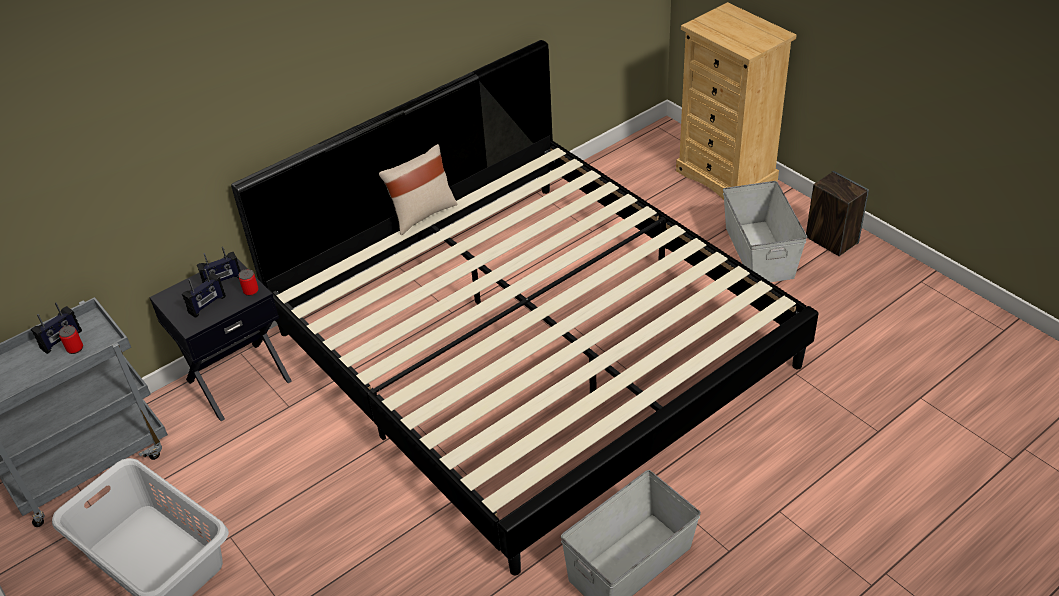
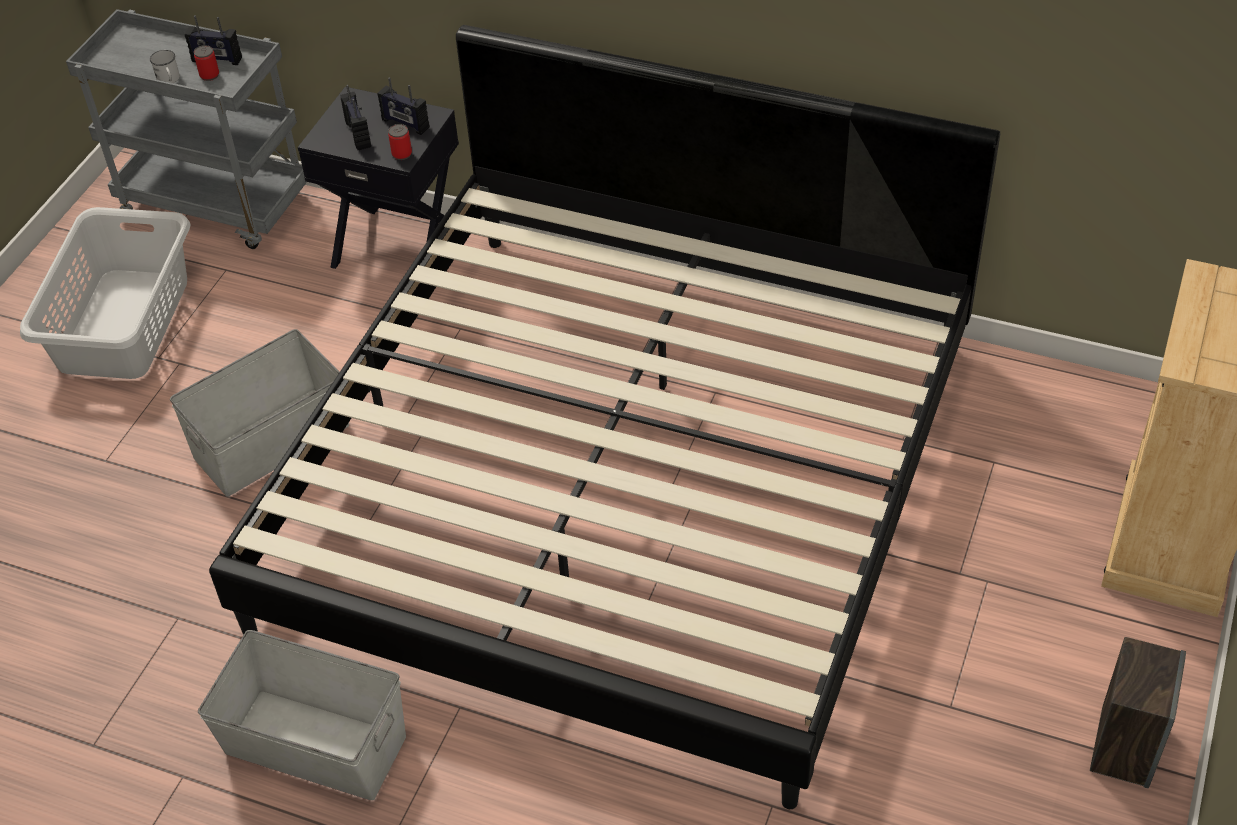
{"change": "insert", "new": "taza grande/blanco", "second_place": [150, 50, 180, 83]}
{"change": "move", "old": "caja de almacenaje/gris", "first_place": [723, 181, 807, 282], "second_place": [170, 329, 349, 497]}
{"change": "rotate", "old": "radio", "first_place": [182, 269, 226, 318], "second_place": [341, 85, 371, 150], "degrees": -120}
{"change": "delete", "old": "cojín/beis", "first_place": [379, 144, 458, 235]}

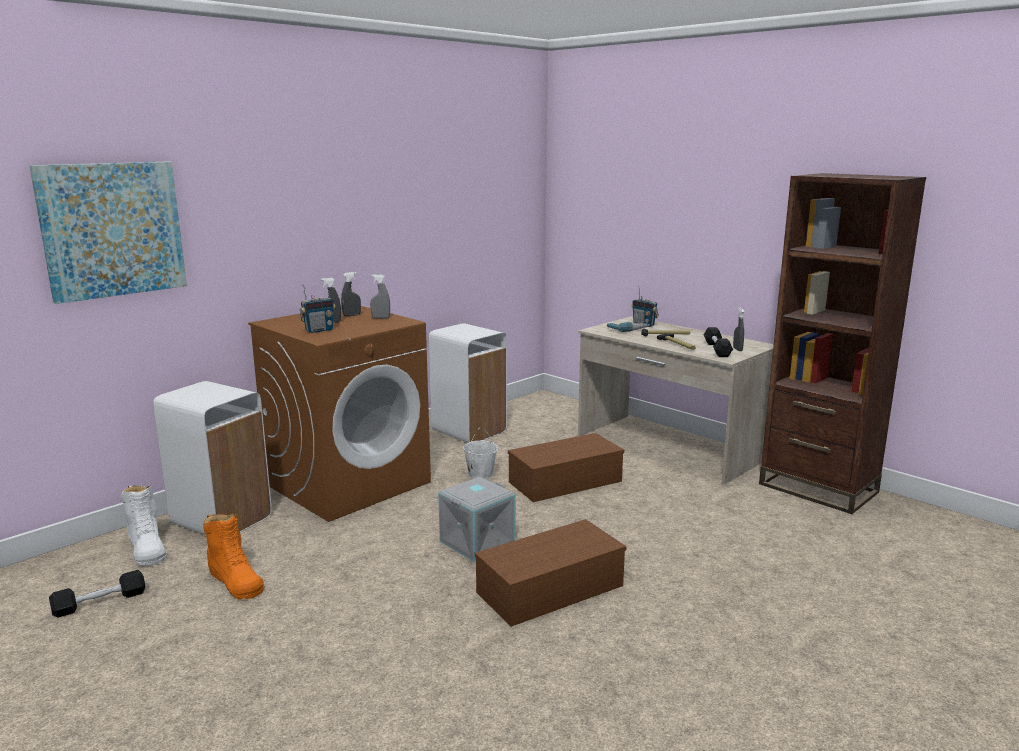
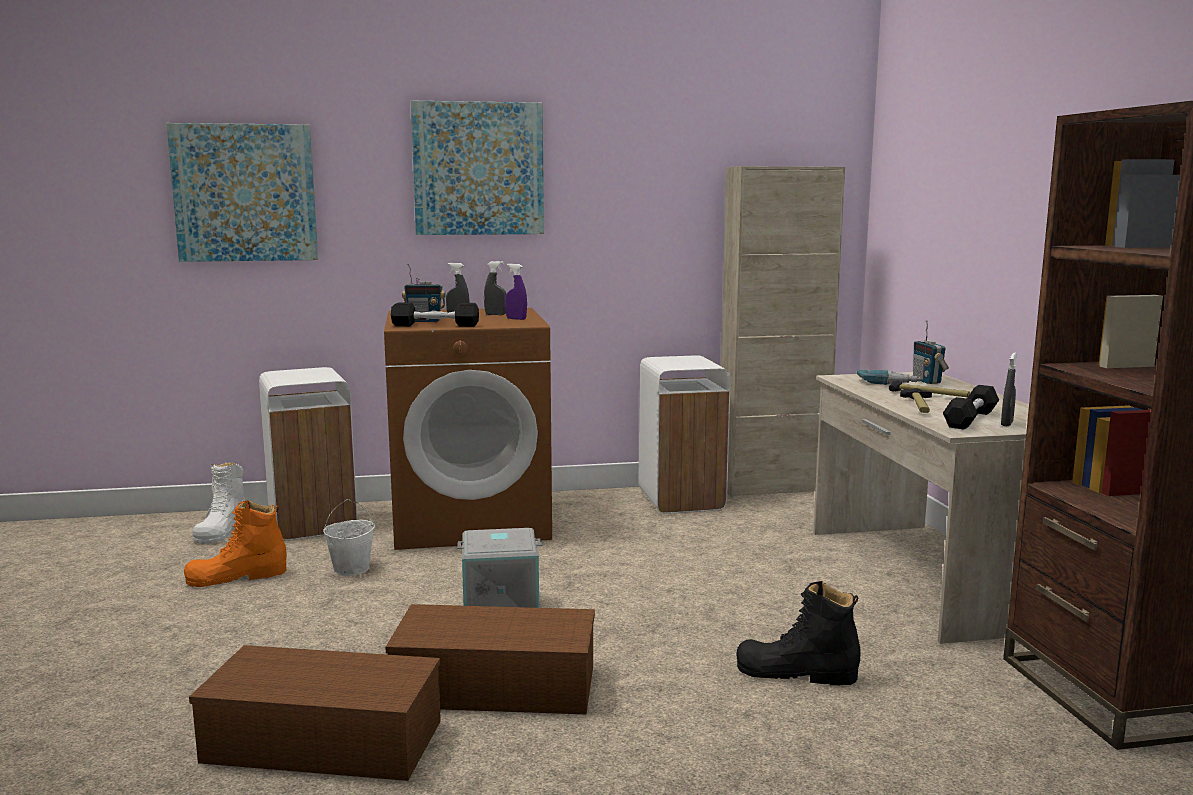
{"change": "rotate", "old": "bota/naranja", "first_place": [203, 513, 264, 600], "second_place": [184, 500, 287, 587], "degrees": 75}
{"change": "move", "old": "caja de almacenaje/marrón", "first_place": [508, 433, 624, 502], "second_place": [189, 645, 441, 781]}
{"change": "move", "old": "cubo/blanco", "first_place": [463, 428, 498, 479], "second_place": [323, 499, 375, 576]}
{"change": "move", "old": "mancuerna/negro", "first_place": [49, 570, 145, 618], "second_place": [391, 302, 479, 327]}
{"change": "insert", "new": "cuadro", "second_place": [411, 101, 544, 235]}
{"change": "recolor", "old": "pulverizador/gris", "new": "pulverizador/morado", "first_place": [370, 274, 390, 319], "second_place": [505, 263, 527, 320]}
{"change": "insert", "new": "armario/beis", "second_place": [721, 166, 845, 498]}
{"change": "insert", "new": "bota/negro", "second_place": [736, 581, 861, 685]}

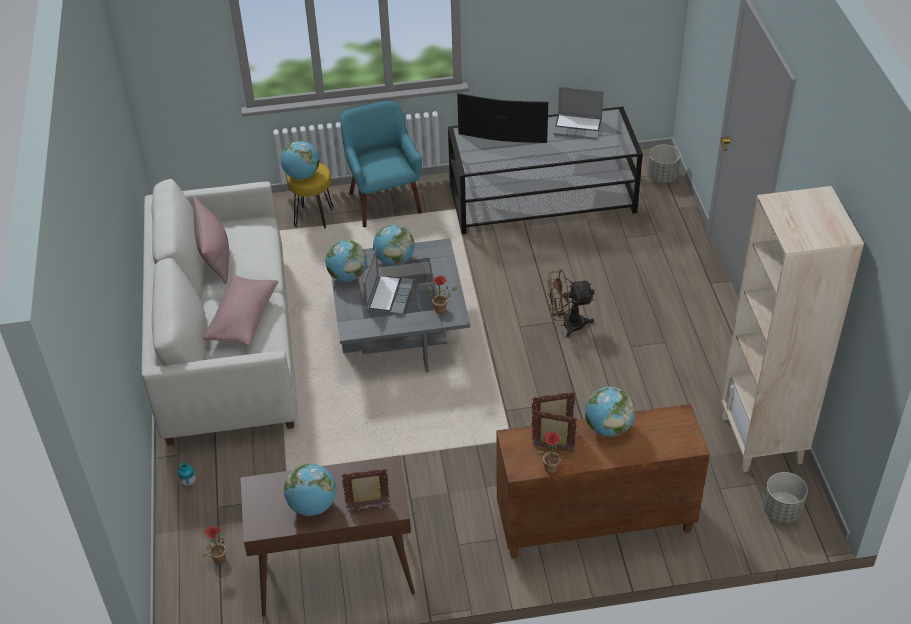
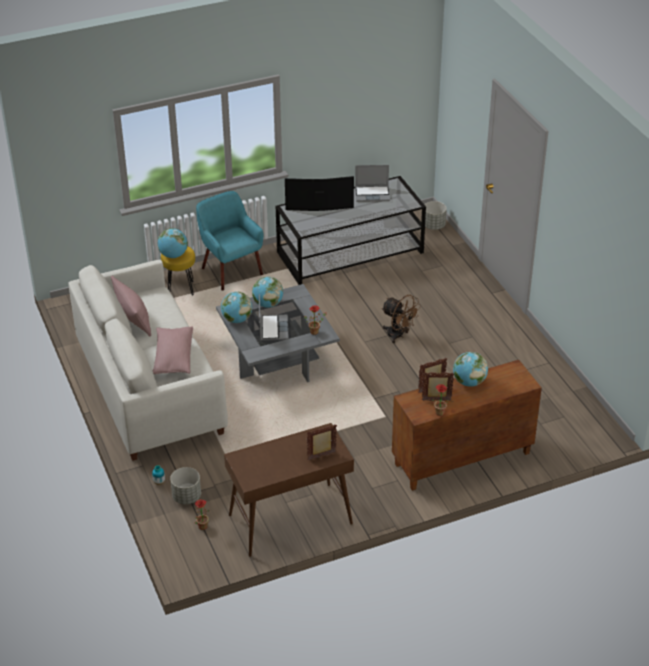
{"change": "move", "old": "maceta/gris", "first_place": [763, 472, 808, 523], "second_place": [170, 467, 201, 504]}
{"change": "rotate", "old": "ventilador/marrón", "first_place": [547, 270, 595, 338], "second_place": [381, 295, 421, 343], "degrees": -120}
{"change": "delete", "old": "globo terráqueo", "first_place": [284, 464, 337, 516]}
{"change": "delete", "old": "estantería/beis", "first_place": [721, 186, 864, 472]}

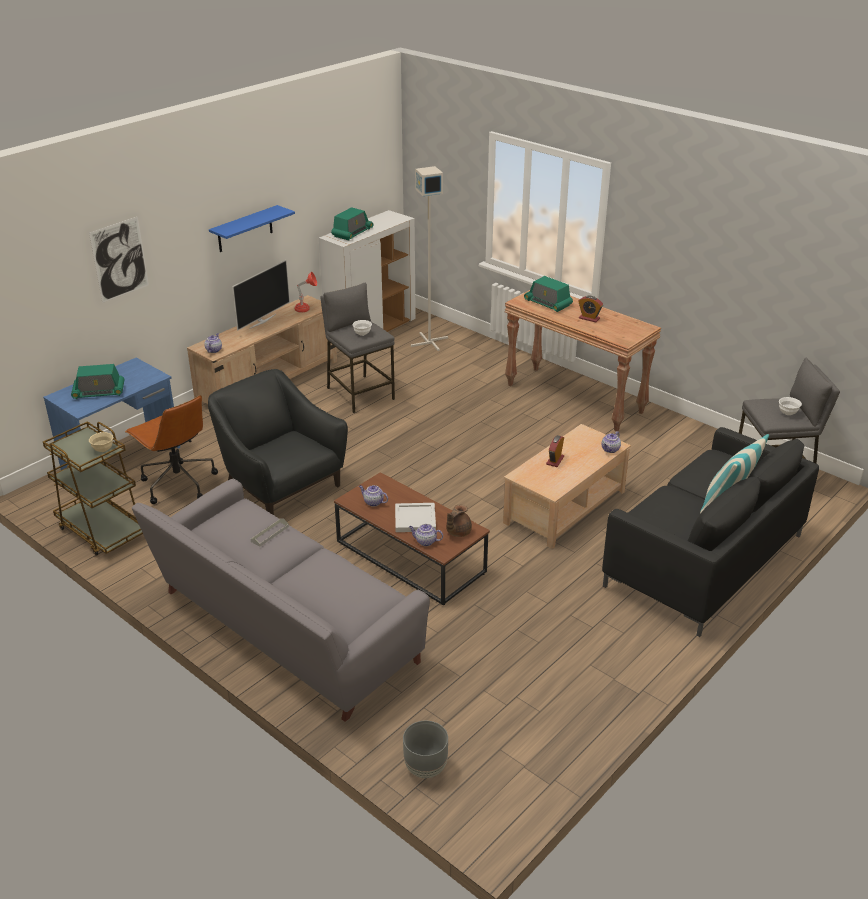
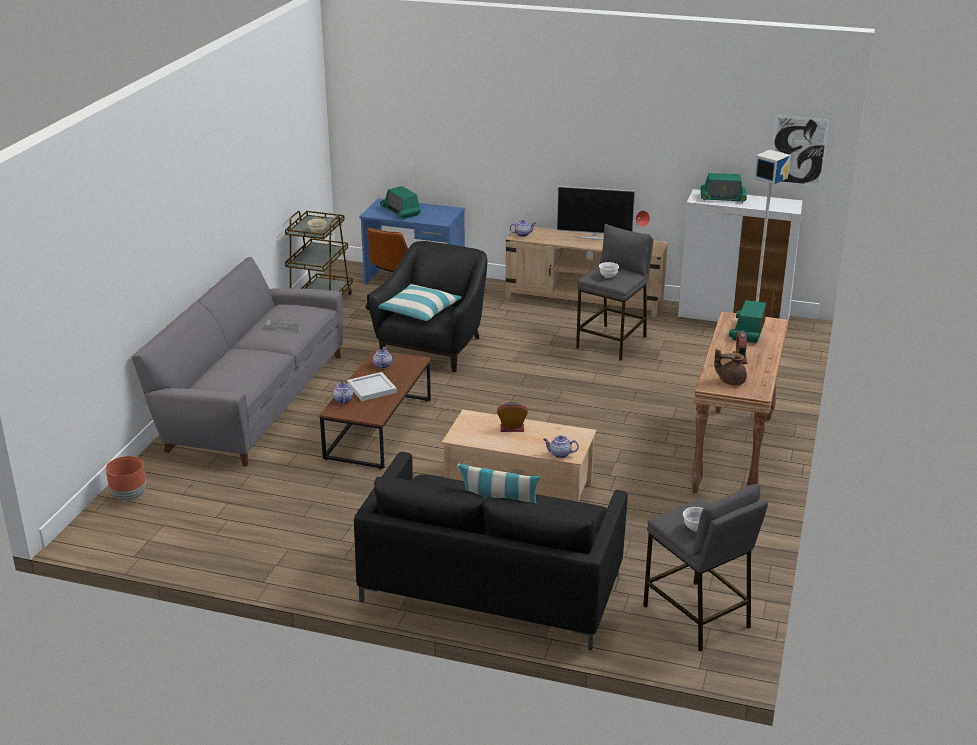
{"change": "recolor", "old": "maceta/gris", "new": "maceta/marrón", "first_place": [403, 721, 448, 778], "second_place": [105, 456, 146, 501]}
{"change": "insert", "new": "cojín", "second_place": [378, 284, 462, 321]}
{"change": "move", "old": "tetera/marrón", "first_place": [446, 504, 472, 537], "second_place": [714, 349, 747, 385]}
{"change": "move", "old": "cuadro", "first_place": [89, 217, 149, 303], "second_place": [772, 115, 829, 187]}
{"change": "delete", "old": "estante/azul", "first_place": [209, 205, 295, 252]}

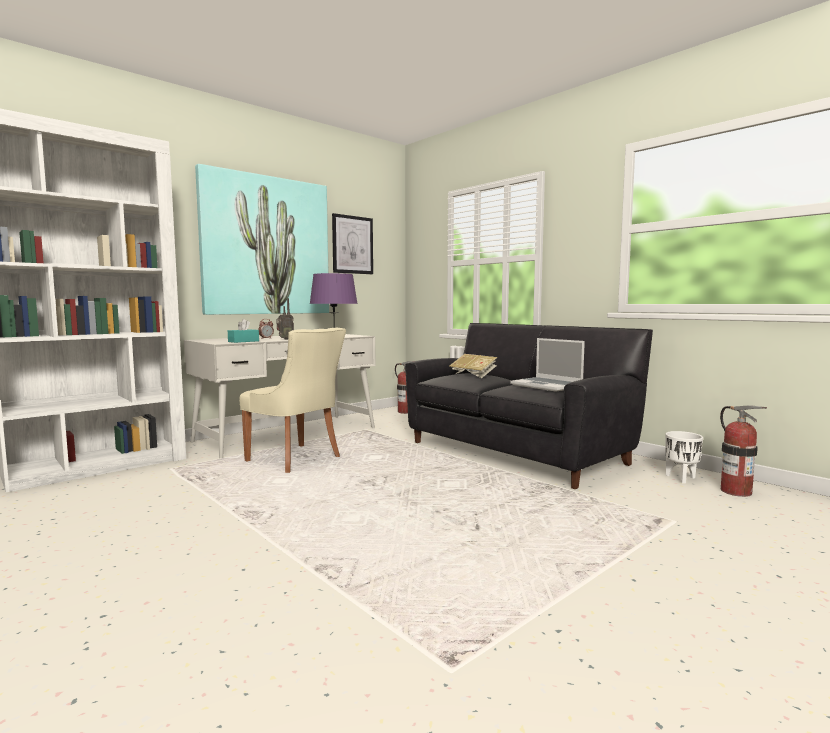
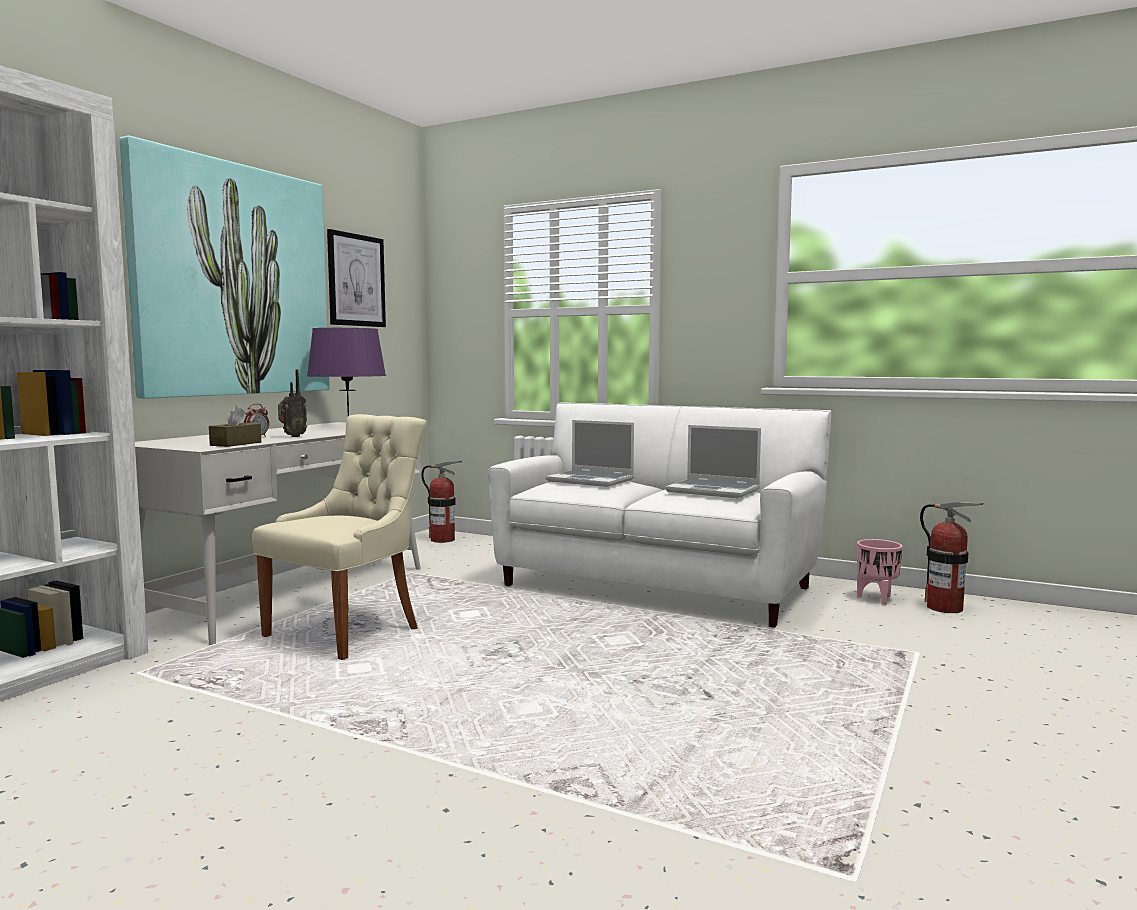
{"change": "recolor", "old": "caja de pañuelos/turquesa", "new": "caja de pañuelos/marrón", "first_place": [228, 319, 259, 343], "second_place": [209, 406, 261, 447]}
{"change": "rotate", "old": "silla/beis", "first_place": [240, 328, 346, 473], "second_place": [252, 414, 426, 660], "degrees": -75}
{"change": "recolor", "old": "sofá/negro", "new": "sofá/blanco", "first_place": [405, 323, 653, 489], "second_place": [488, 402, 832, 628]}
{"change": "replace", "old": "libro", "new": "portátil", "first_place": [449, 354, 497, 378], "second_place": [545, 420, 634, 487]}
{"change": "recolor", "old": "maceta/blanco", "new": "maceta/rosa", "first_place": [665, 431, 703, 484], "second_place": [857, 539, 902, 605]}

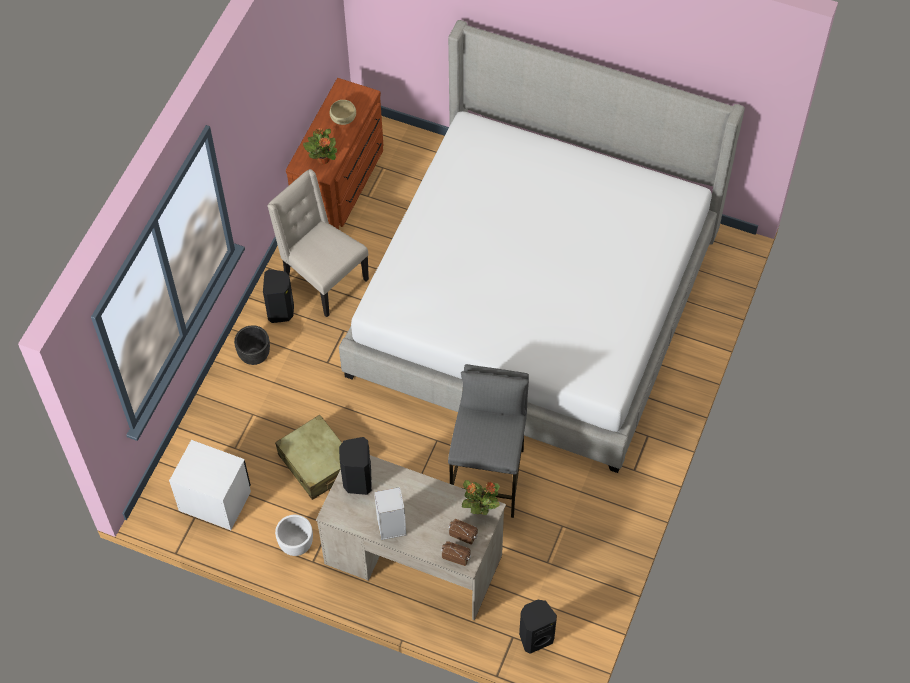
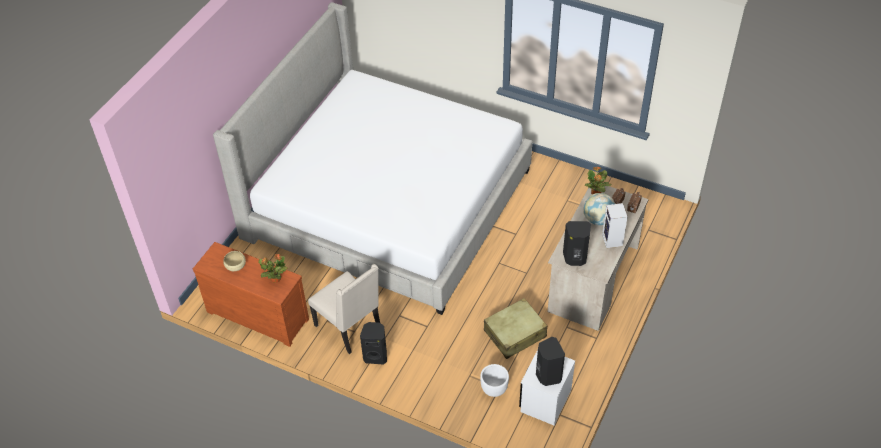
{"change": "rotate", "old": "silla/beis", "first_place": [267, 169, 369, 317], "second_place": [308, 264, 380, 354], "degrees": -90}
{"change": "move", "old": "maceta/blanco", "first_place": [275, 515, 313, 556], "second_place": [480, 364, 509, 397]}
{"change": "move", "old": "altavoz/negro", "first_place": [519, 599, 557, 654], "second_place": [536, 337, 565, 386]}
{"change": "insert", "new": "globo terráqueo", "second_place": [584, 193, 615, 225]}
{"change": "delete", "old": "maceta/negro", "first_place": [234, 325, 270, 365]}
{"change": "delete", "old": "taburete/gris", "first_place": [448, 364, 529, 518]}

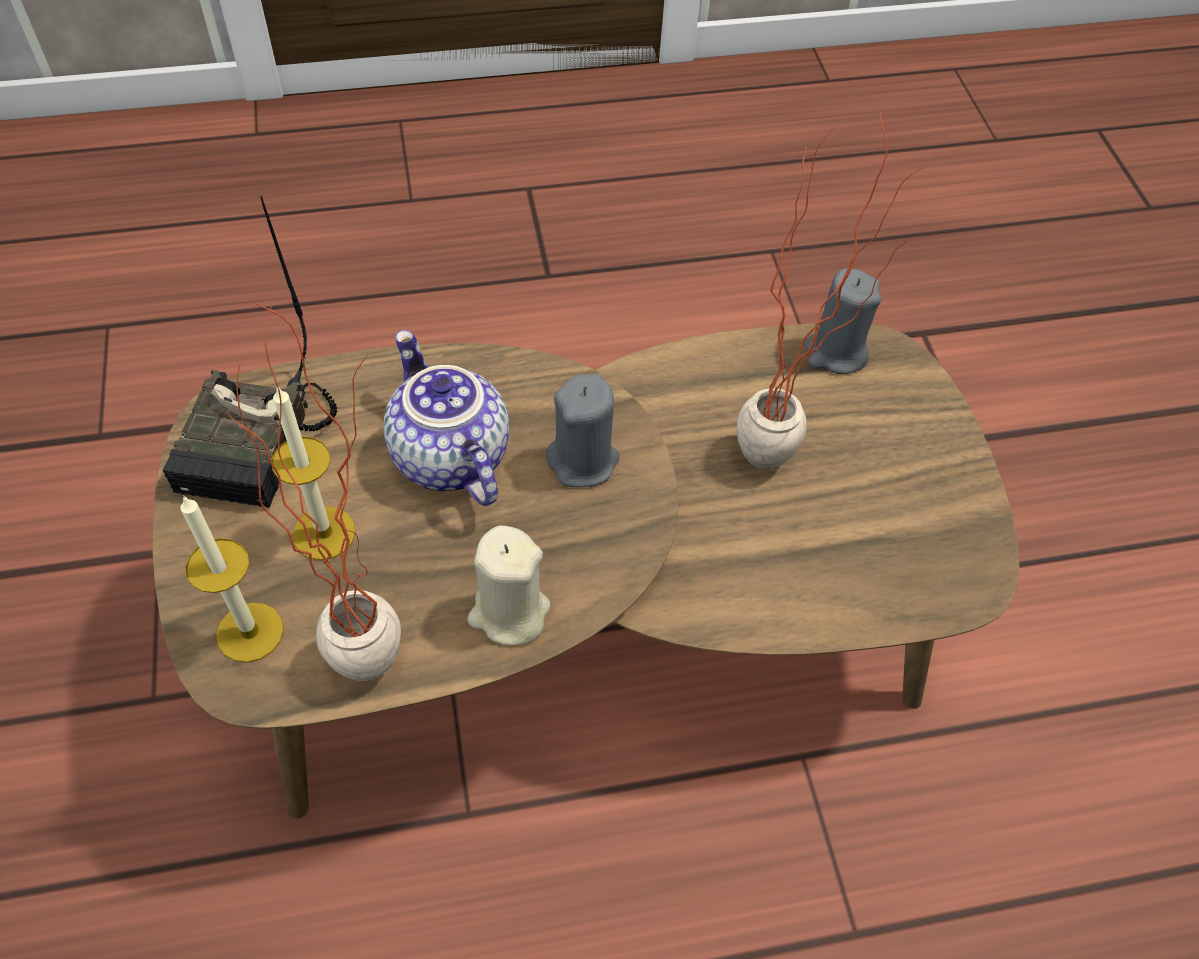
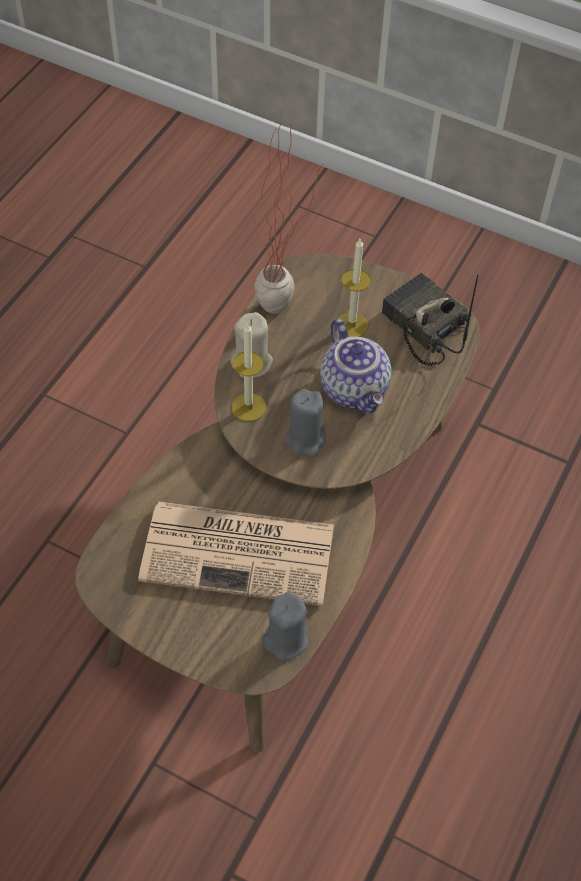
{"change": "replace", "old": "planta en maceta", "new": "periódico", "first_place": [737, 108, 926, 469], "second_place": [138, 501, 334, 606]}
{"change": "move", "old": "vela", "first_place": [180, 495, 284, 663], "second_place": [232, 323, 266, 421]}
{"change": "rotate", "old": "tetera", "first_place": [383, 330, 509, 506], "second_place": [320, 319, 391, 414], "degrees": 60}

